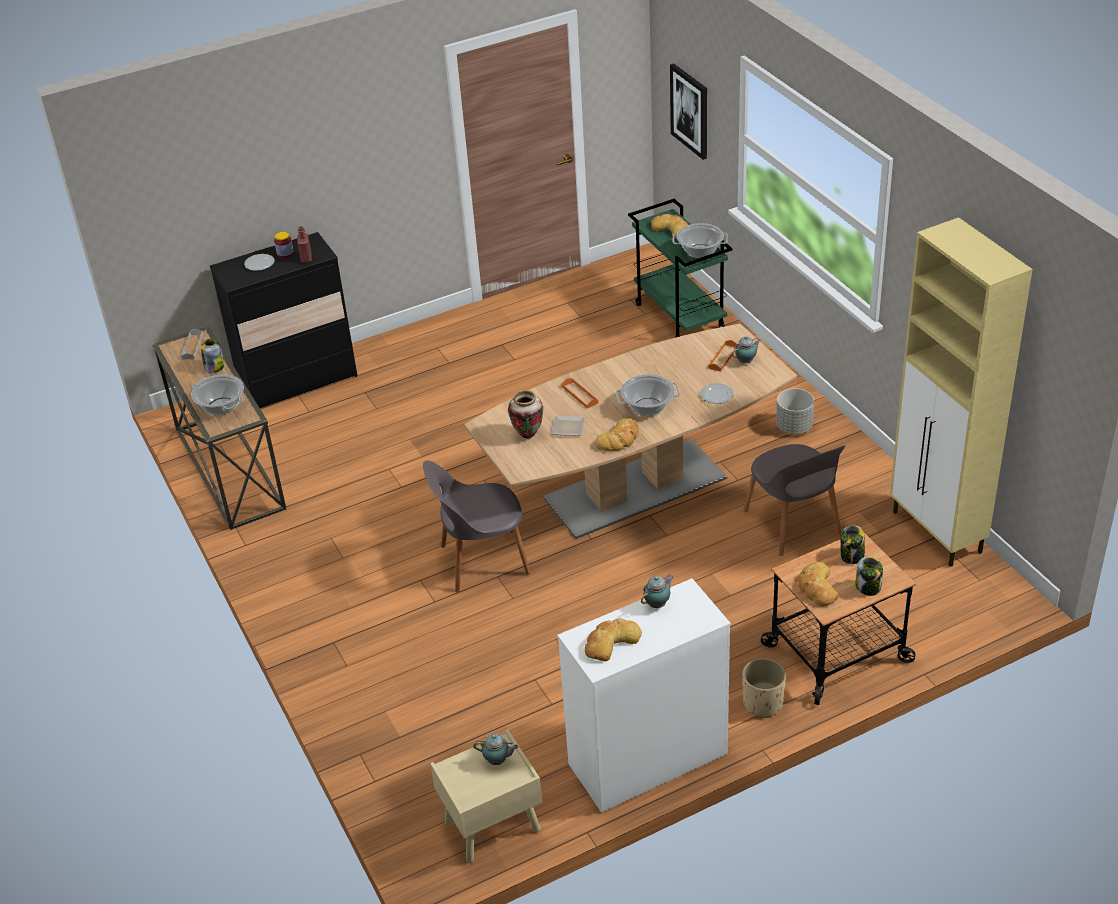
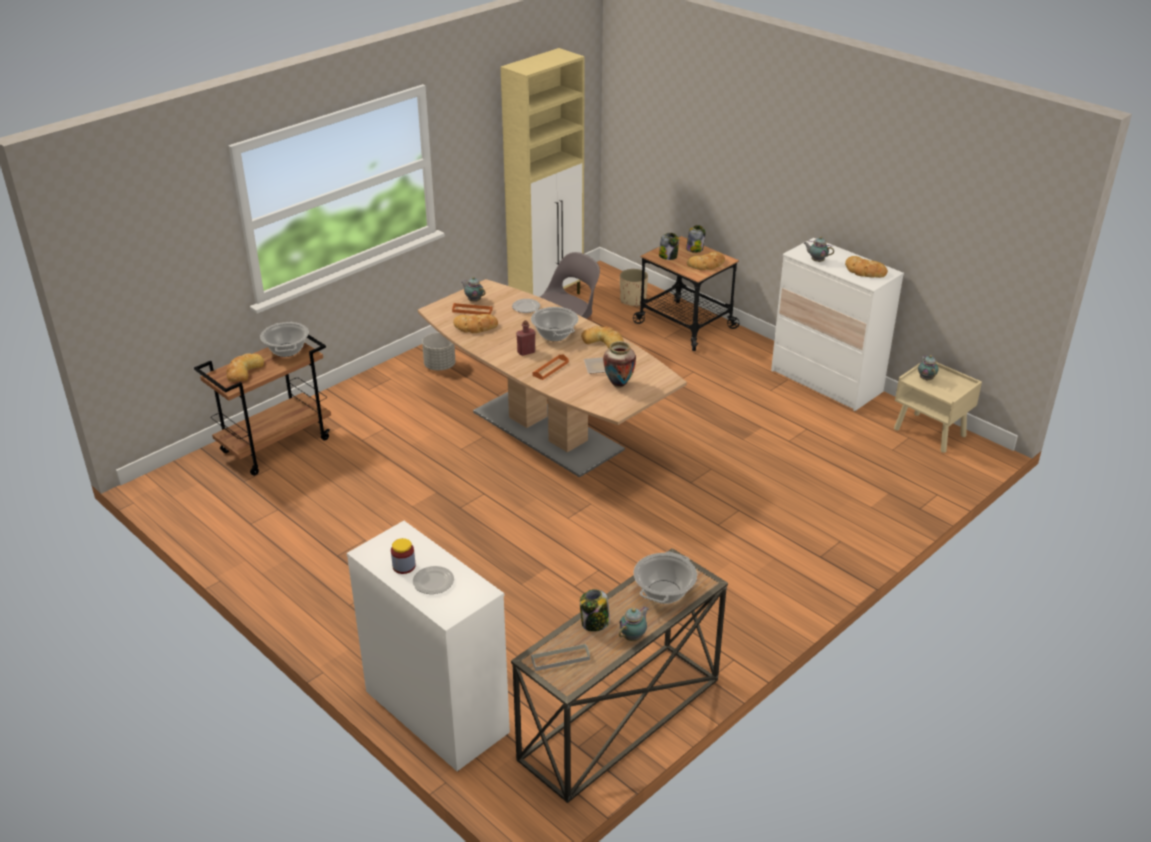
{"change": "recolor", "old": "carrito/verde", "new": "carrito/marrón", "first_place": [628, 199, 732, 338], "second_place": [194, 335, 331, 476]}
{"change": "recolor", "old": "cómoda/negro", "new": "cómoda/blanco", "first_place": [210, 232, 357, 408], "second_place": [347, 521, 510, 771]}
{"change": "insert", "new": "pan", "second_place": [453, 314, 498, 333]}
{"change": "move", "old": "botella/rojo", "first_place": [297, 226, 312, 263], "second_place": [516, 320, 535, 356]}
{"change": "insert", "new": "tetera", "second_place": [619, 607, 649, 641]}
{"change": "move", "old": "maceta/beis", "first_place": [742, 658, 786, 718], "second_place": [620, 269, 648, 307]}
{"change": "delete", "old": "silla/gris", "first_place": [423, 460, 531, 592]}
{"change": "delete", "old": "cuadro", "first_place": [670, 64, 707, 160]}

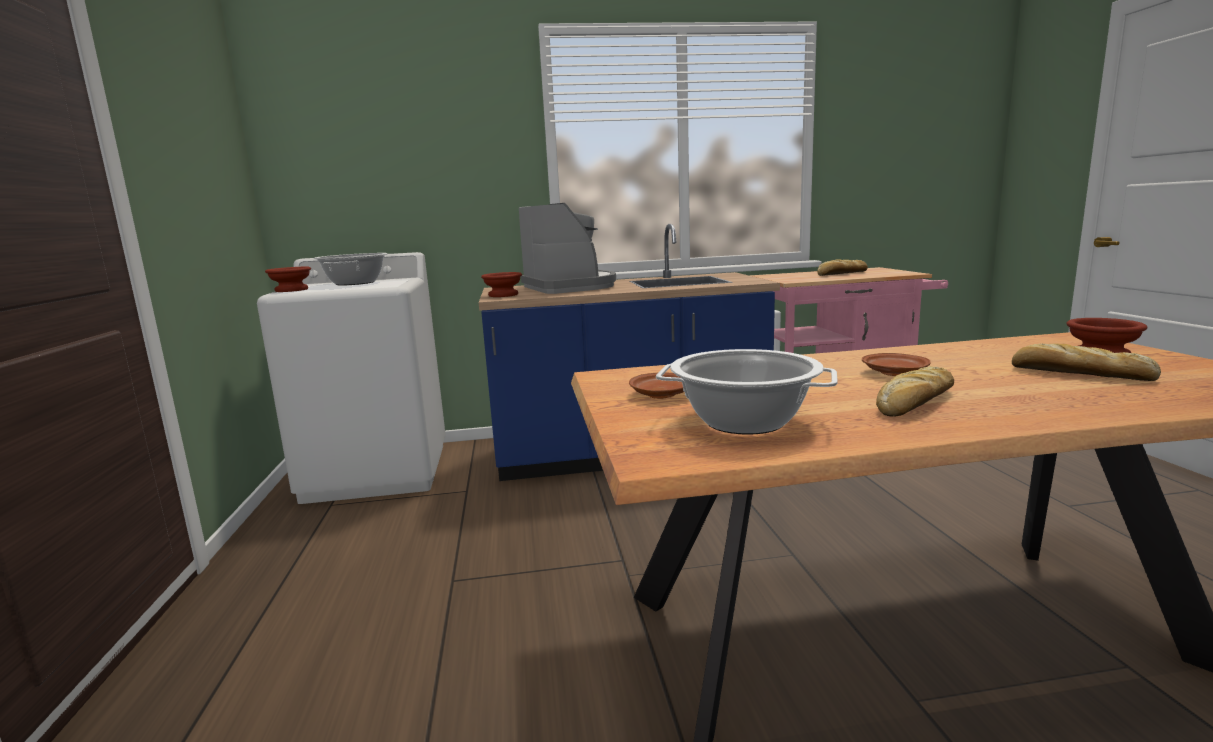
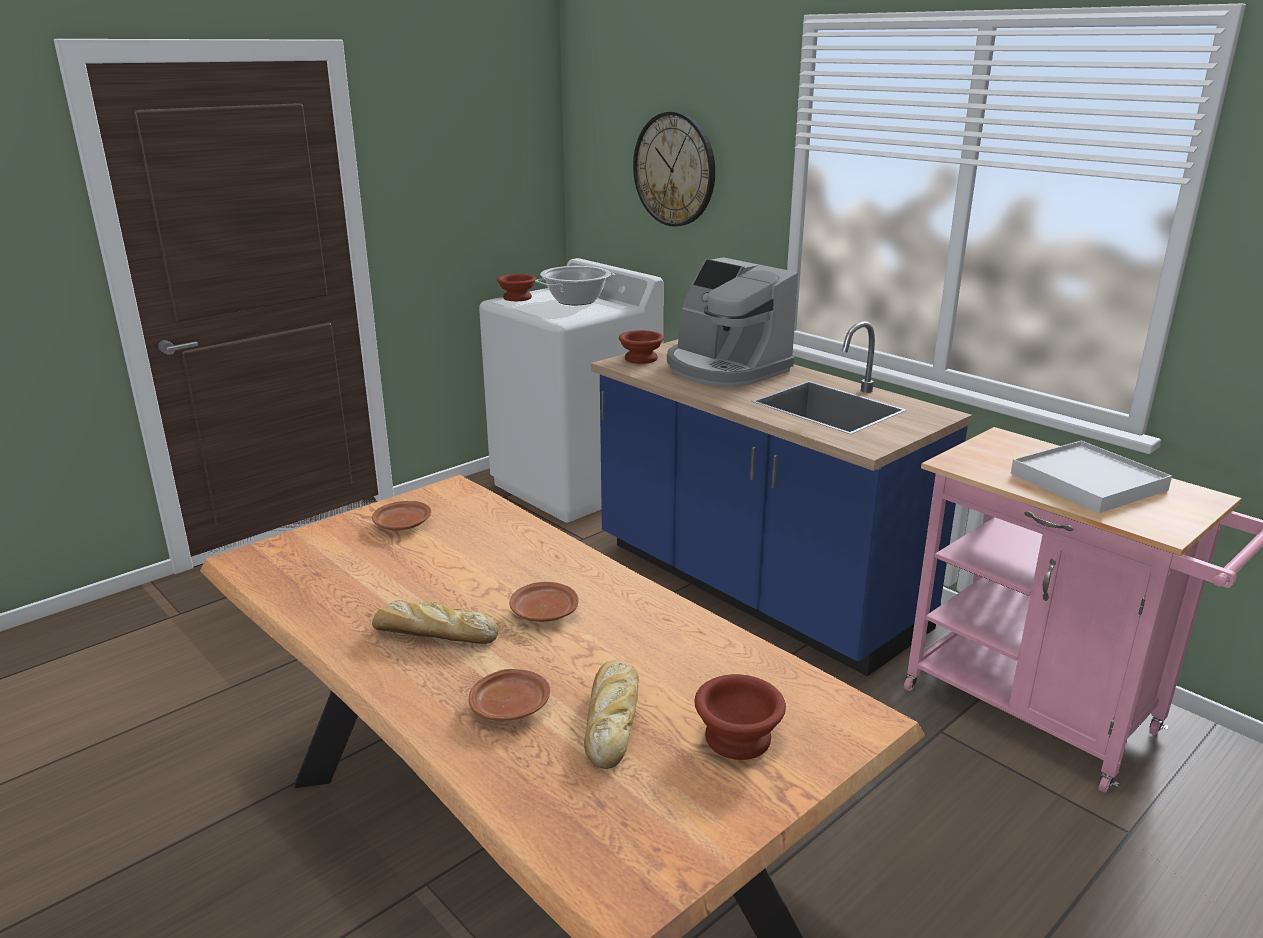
{"change": "insert", "new": "plato/marrón", "second_place": [469, 669, 550, 721]}
{"change": "insert", "new": "reloj de pared", "second_place": [633, 112, 715, 227]}
{"change": "rotate", "old": "cafetera", "first_place": [519, 203, 616, 294], "second_place": [667, 257, 798, 387], "degrees": 105}
{"change": "replace", "old": "pan", "new": "bandeja/blanco", "first_place": [817, 259, 868, 276], "second_place": [1011, 441, 1172, 513]}
{"change": "delete", "old": "olla", "first_place": [656, 349, 838, 435]}

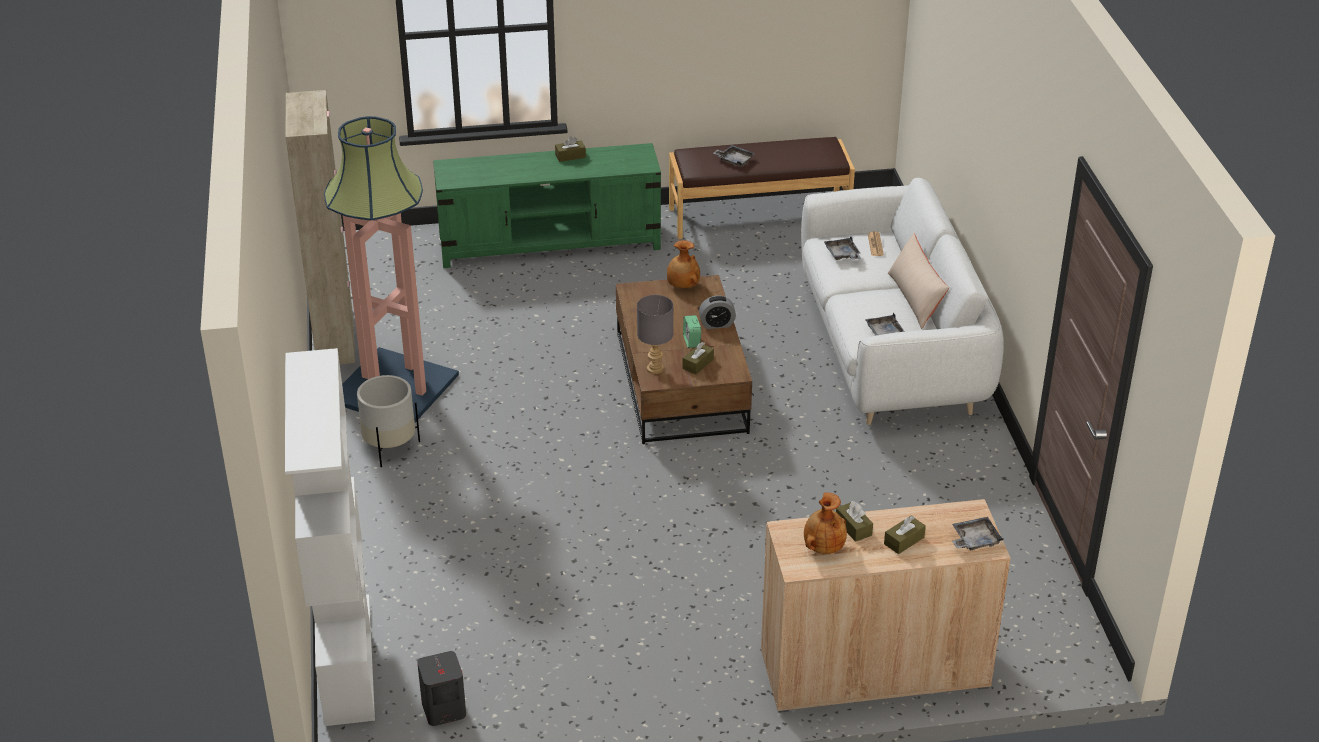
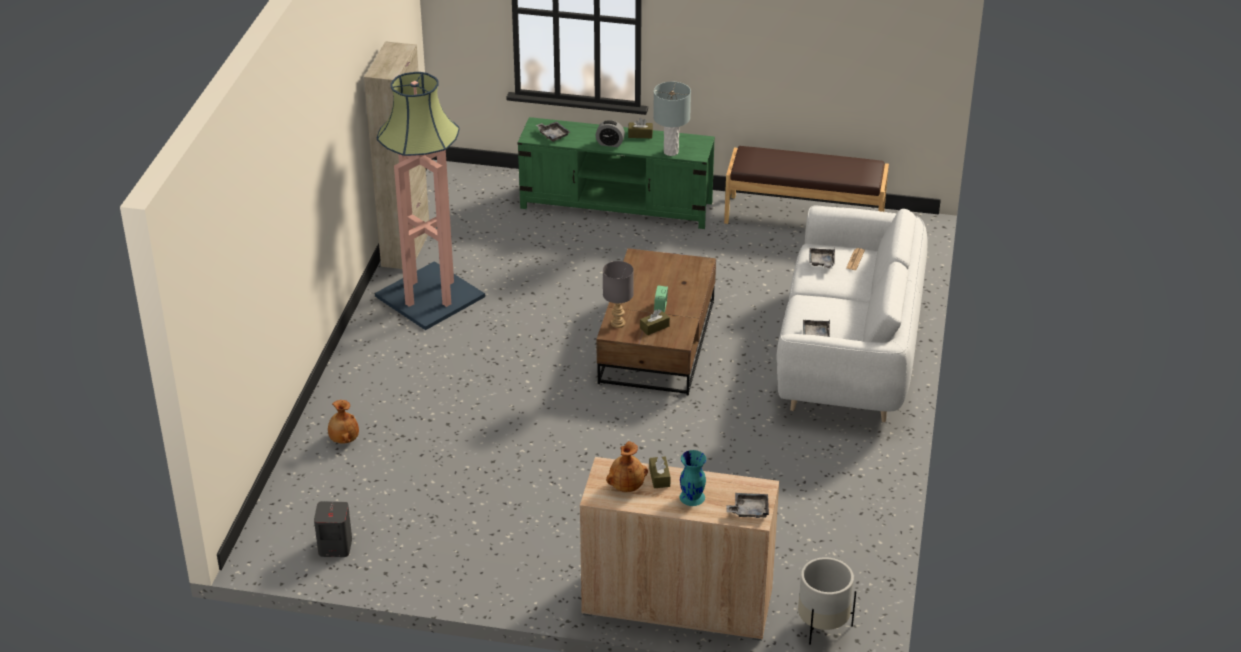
{"change": "move", "old": "florero/marrón", "first_place": [667, 240, 700, 288], "second_place": [328, 400, 359, 444]}
{"change": "move", "old": "bandeja/gris", "first_place": [713, 145, 755, 167], "second_place": [536, 121, 570, 142]}
{"change": "move", "old": "despertador", "first_place": [699, 295, 736, 329], "second_place": [596, 120, 625, 147]}
{"change": "insert", "new": "lámpara de mesa/gris", "second_place": [653, 82, 691, 156]}
{"change": "replace", "old": "caja de pañuelos/marrón", "new": "florero/turquesa", "first_place": [884, 516, 926, 554], "second_place": [680, 450, 706, 506]}
{"change": "move", "old": "maceta/blanco", "first_place": [357, 375, 420, 467], "second_place": [798, 557, 856, 645]}
{"change": "delete", "old": "estantería/blanco", "first_place": [285, 348, 375, 726]}
{"change": "delete", "old": "cojín/beis", "first_place": [888, 233, 949, 329]}

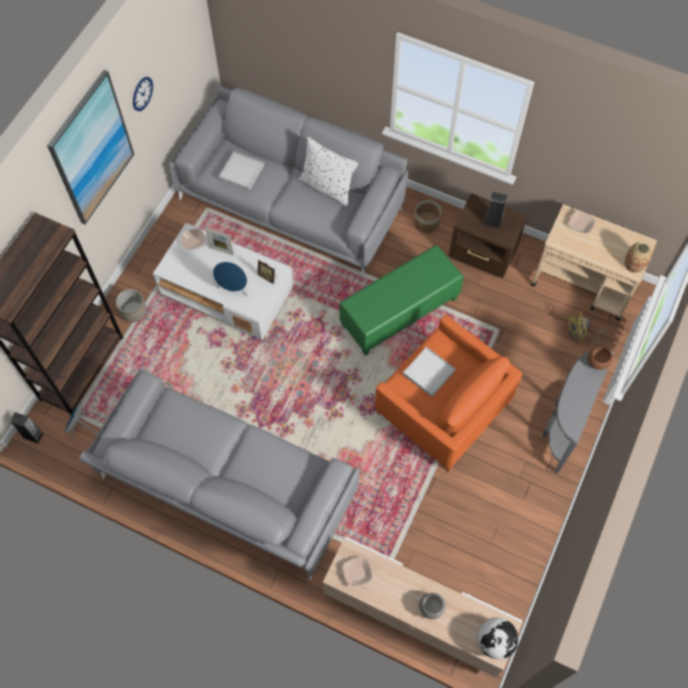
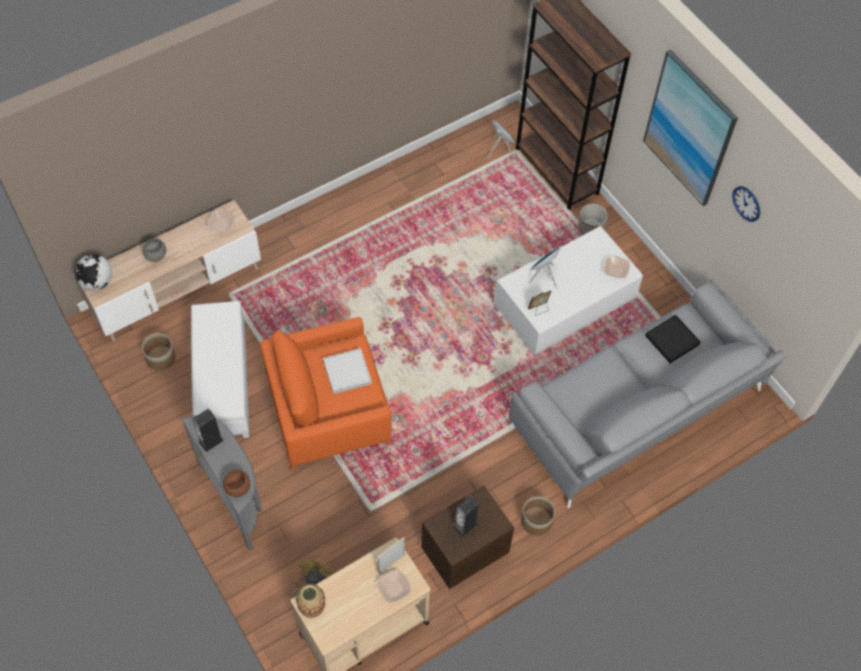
{"change": "insert", "new": "maceta", "second_place": [142, 333, 176, 370]}
{"change": "insert", "new": "puf/blanco", "second_place": [191, 301, 249, 438]}
{"change": "move", "old": "altavoz", "first_place": [10, 412, 43, 443], "second_place": [193, 408, 224, 452]}
{"change": "move", "old": "portarretratos", "first_place": [205, 228, 234, 255], "second_place": [377, 537, 405, 574]}
{"change": "recolor", "old": "bandeja/blanco", "new": "bandeja/negro", "first_place": [219, 151, 264, 191], "second_place": [645, 314, 701, 363]}
{"change": "delete", "old": "sofá/gris", "first_place": [80, 367, 359, 579]}
{"change": "delete", "old": "cojín/blanco", "first_place": [299, 137, 359, 207]}
{"change": "delete", "old": "puf/verde", "first_place": [339, 245, 464, 356]}

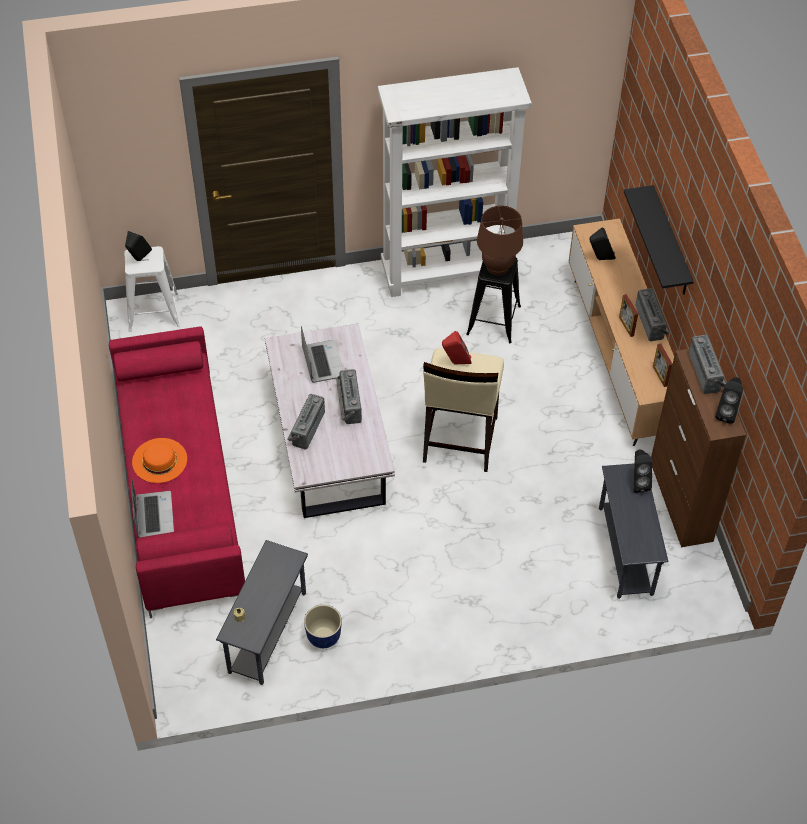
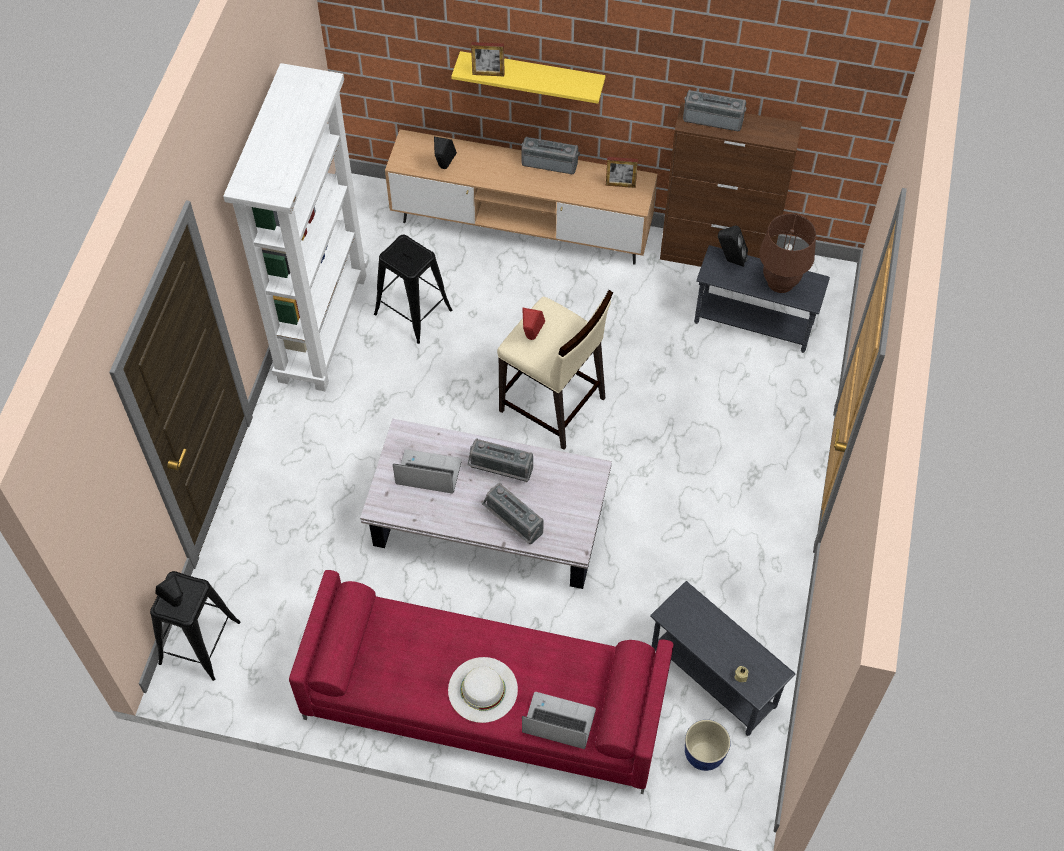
{"change": "recolor", "old": "taburete/blanco", "new": "taburete/negro", "first_place": [124, 246, 180, 332], "second_place": [150, 571, 241, 681]}
{"change": "recolor", "old": "sombrero/naranja", "new": "sombrero/blanco", "first_place": [132, 438, 187, 483], "second_place": [448, 657, 518, 723]}
{"change": "recolor", "old": "estante/negro", "new": "estante/amarillo", "first_place": [624, 185, 694, 295], "second_place": [451, 51, 605, 104]}
{"change": "move", "old": "portarretratos", "first_place": [619, 294, 638, 337], "second_place": [471, 42, 505, 76]}
{"change": "move", "old": "maceta", "first_place": [304, 605, 342, 648], "second_place": [685, 720, 731, 771]}
{"change": "move", "old": "lámpara de mesa/marrón", "first_place": [477, 205, 523, 276], "second_place": [759, 213, 816, 293]}
{"change": "delete", "old": "altavoz/negro", "first_place": [715, 377, 743, 424]}

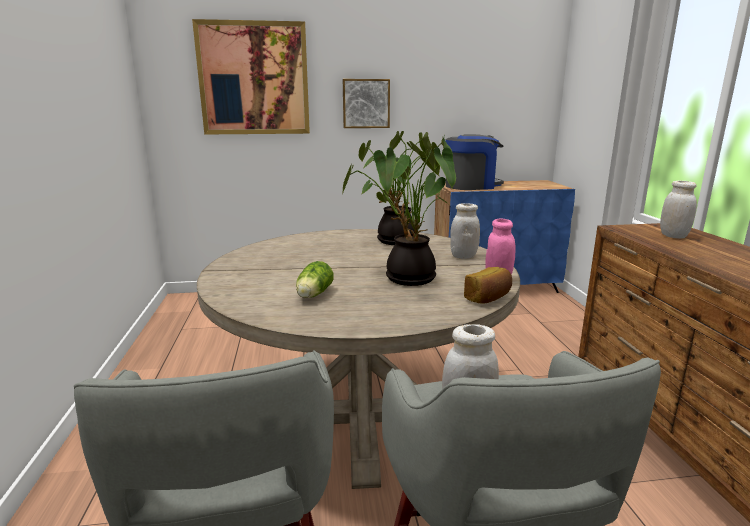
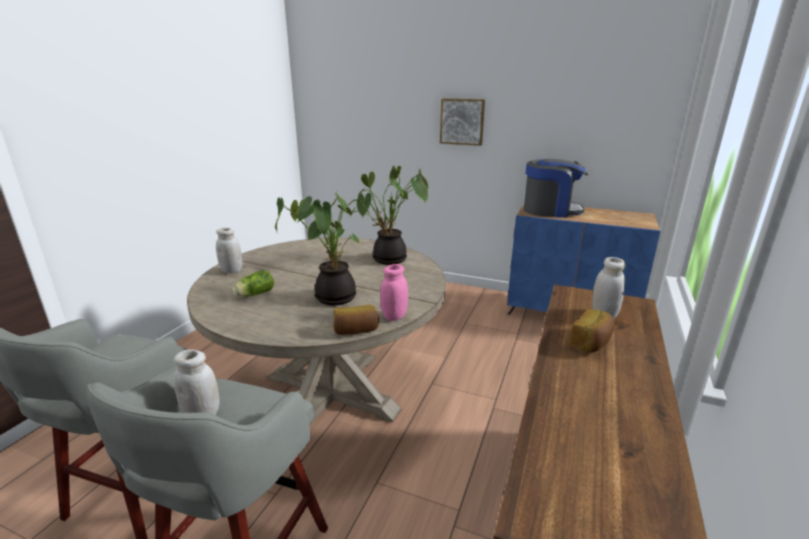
{"change": "move", "old": "tarro/blanco", "first_place": [450, 203, 480, 259], "second_place": [216, 228, 242, 273]}
{"change": "insert", "new": "pan", "second_place": [570, 309, 615, 352]}
{"change": "delete", "old": "cuadro", "first_place": [192, 19, 310, 134]}

